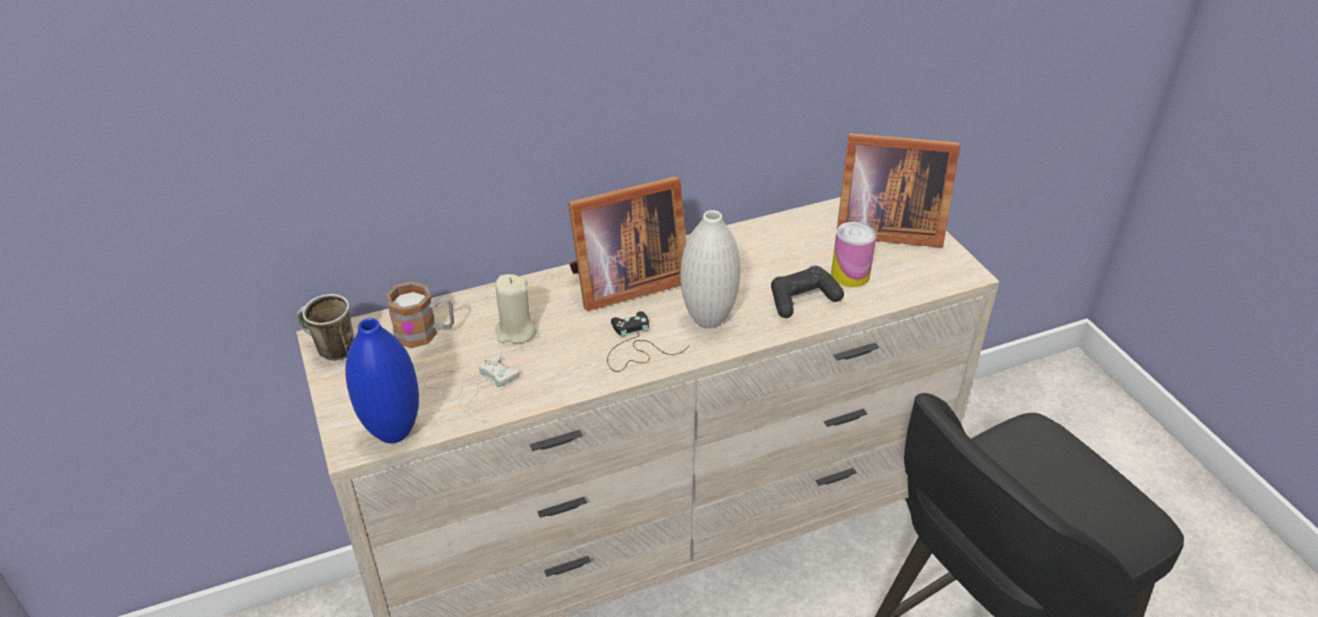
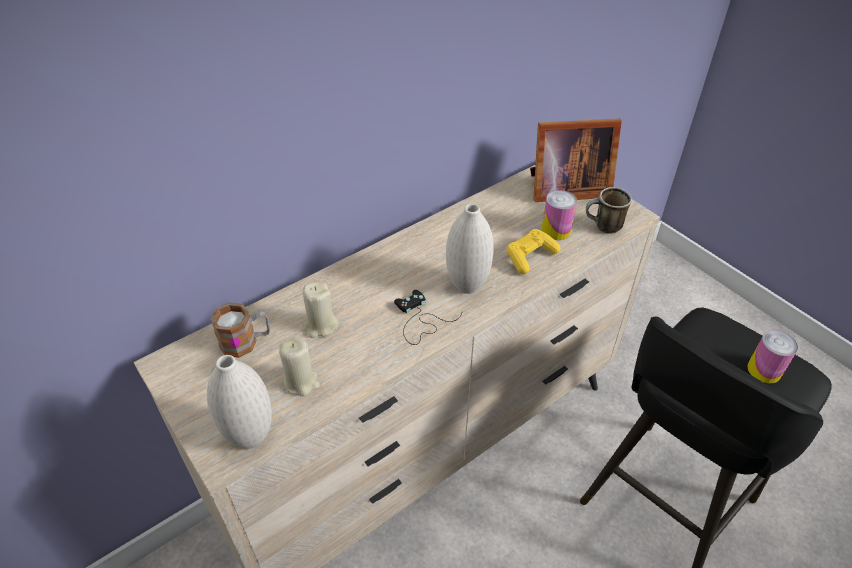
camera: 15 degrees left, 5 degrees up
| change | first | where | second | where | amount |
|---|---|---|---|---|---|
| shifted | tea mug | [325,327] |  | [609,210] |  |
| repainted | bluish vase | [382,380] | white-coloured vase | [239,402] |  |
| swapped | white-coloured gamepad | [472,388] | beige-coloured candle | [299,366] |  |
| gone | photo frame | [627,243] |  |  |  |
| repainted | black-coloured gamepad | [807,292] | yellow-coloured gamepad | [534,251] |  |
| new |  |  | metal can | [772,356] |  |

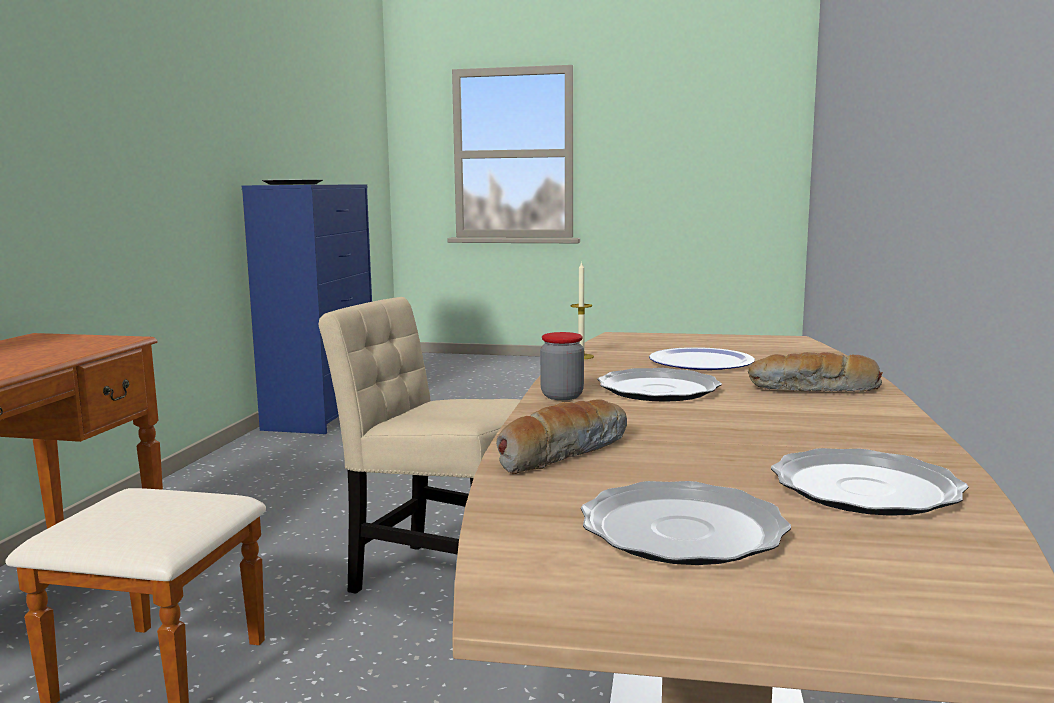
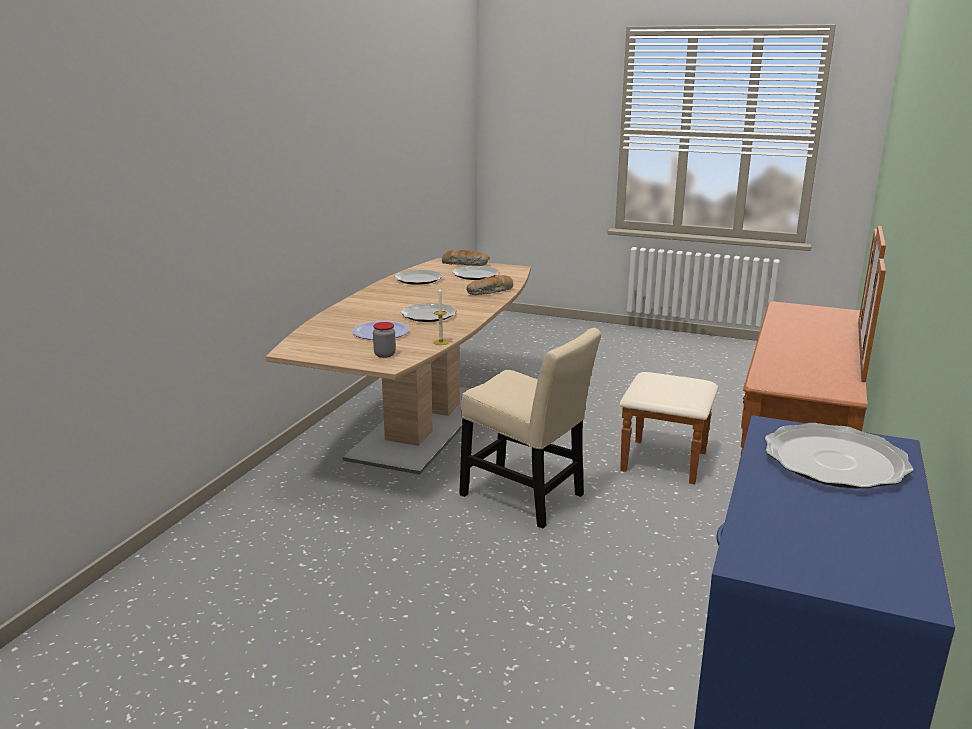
camera: 170 degrees left, 10 degrees up
| change | first | where | second | where | amount |
|---|---|---|---|---|---|
| shifted | jar | [562,366] |  | [384,340] |  |
| shifted | bread | [815,371] |  | [466,258] |  |

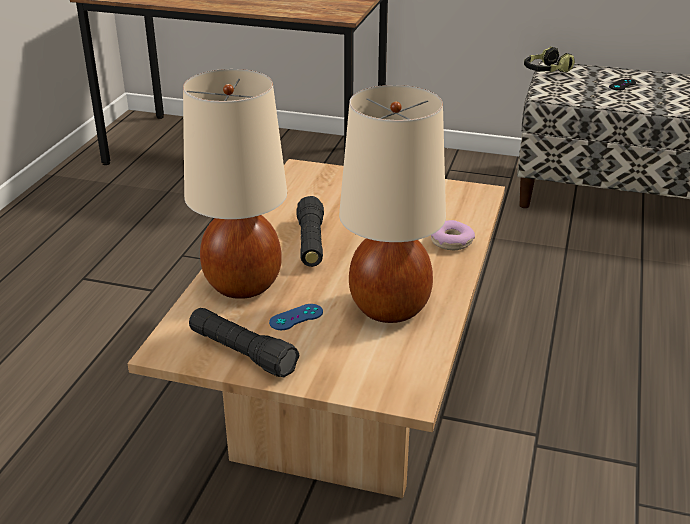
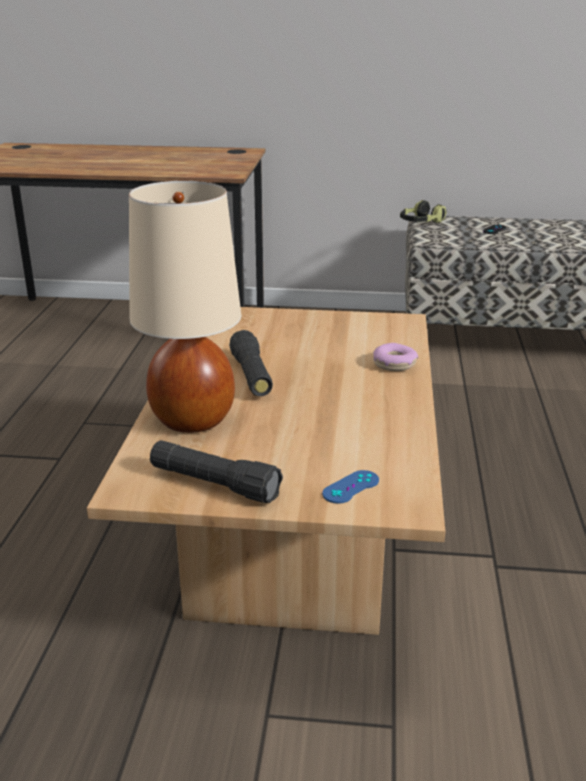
camera: 10 degrees left, 5 degrees down
| change | first | where | second | where | amount |
|---|---|---|---|---|---|
| shifted | bluish gamepad | [296,317] |  | [350,487] |  |
| gone | beige-coloured tabletop lamp | [392,204] |  |  |  |

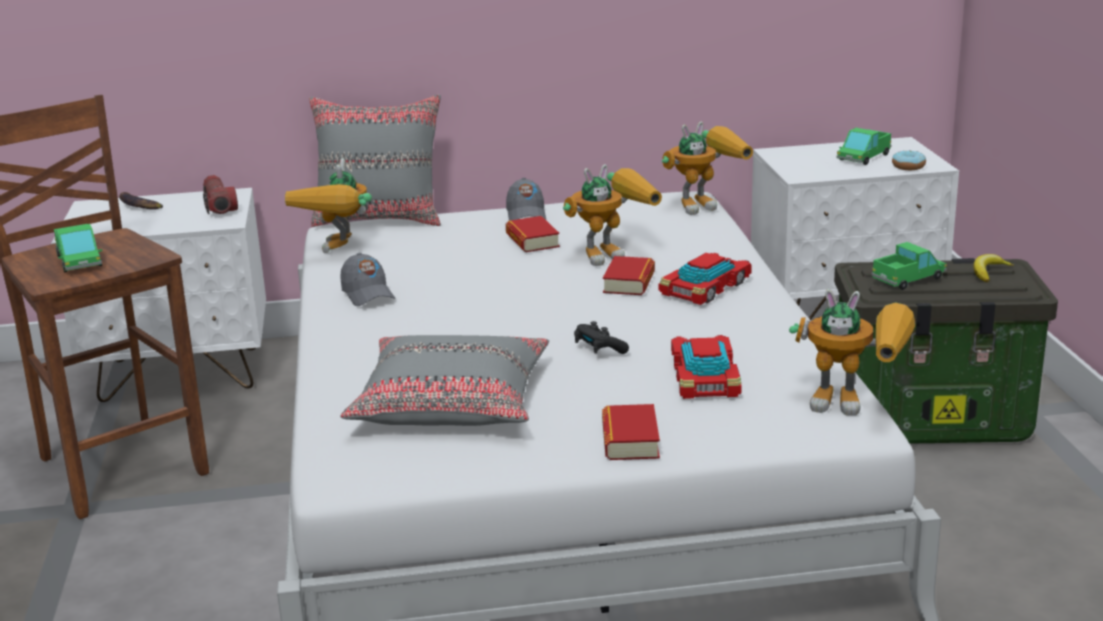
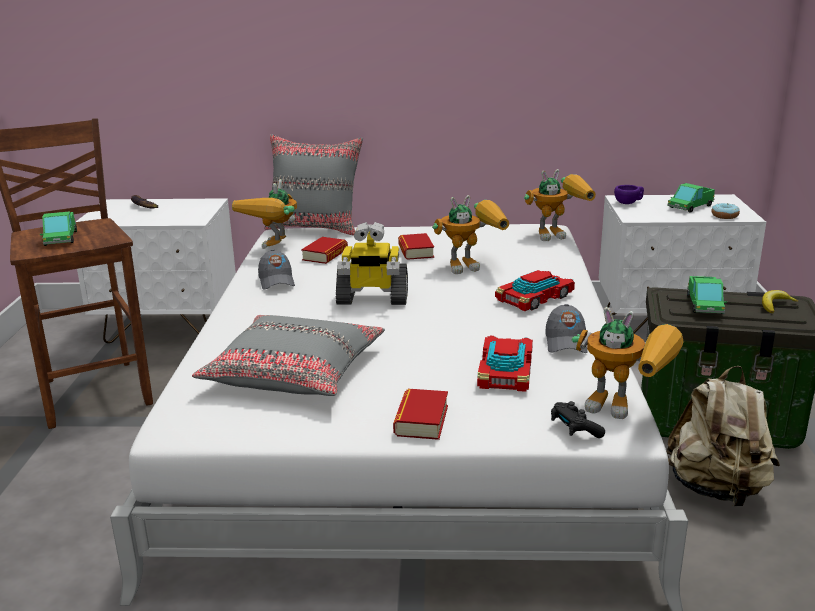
camera: 10 degrees right, 0 degrees up
| change | first | where | second | where | amount |
|---|---|---|---|---|---|
| gone | torch | [220,194] |  |  |  |
| shifted | gray peaked cap | [526,199] |  | [566,328] |  |
| shifted | black-coloured gamepad | [601,337] |  | [578,419] |  |
| shifted | bound book | [629,275] |  | [324,250] |  |
| rotated | toy truck | [909,266] |  | [707,295] | 120 degrees clockwise |
| new |  |  | toy robot | [372,263] |  |
| new |  |  | purple-coloured small cup | [629,194] |  |
| new |  |  | beige-coloured rucksack | [723,436] |  |

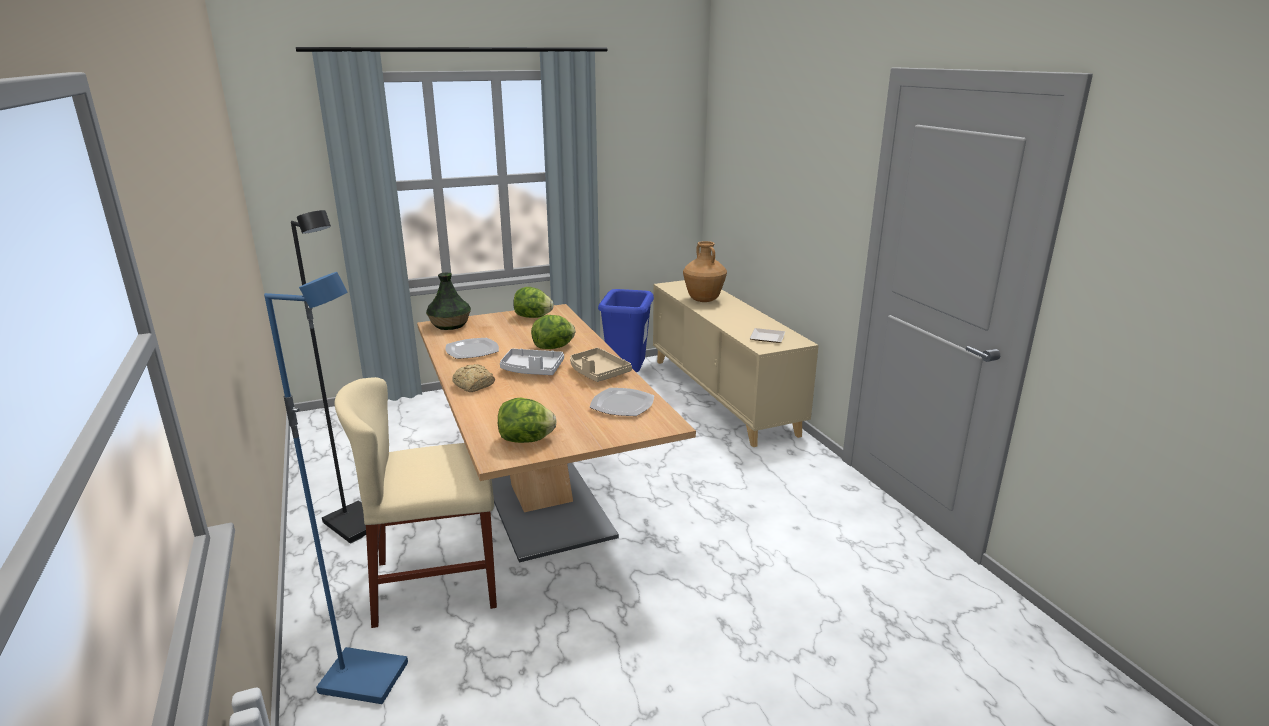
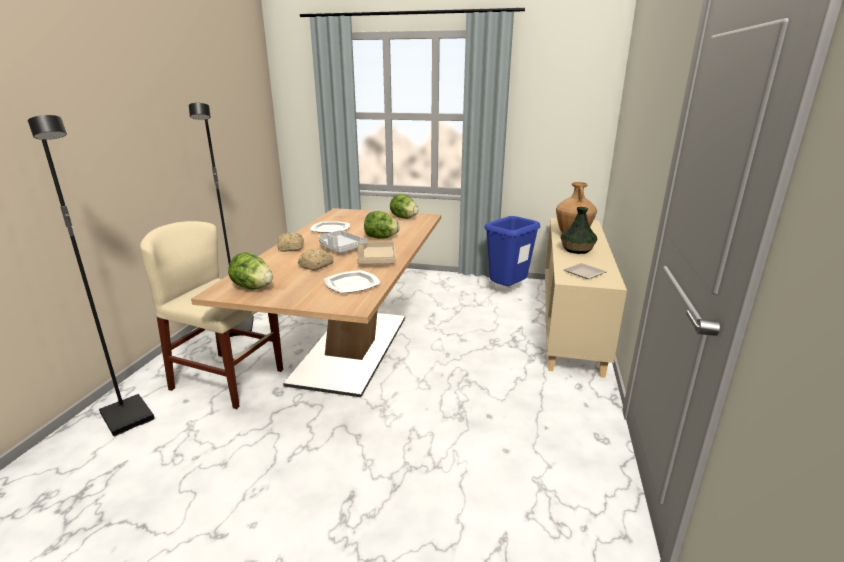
camera: 35 degrees right, 0 degrees up
| change | first | where | second | where | amount |
|---|---|---|---|---|---|
| repainted | bluish floor lamp | [336,488] | black-coloured floor lamp | [91,275] |  |
| shifted | vase | [448,301] |  | [579,230] |  |
| new |  |  | bread | [316,260] |  |

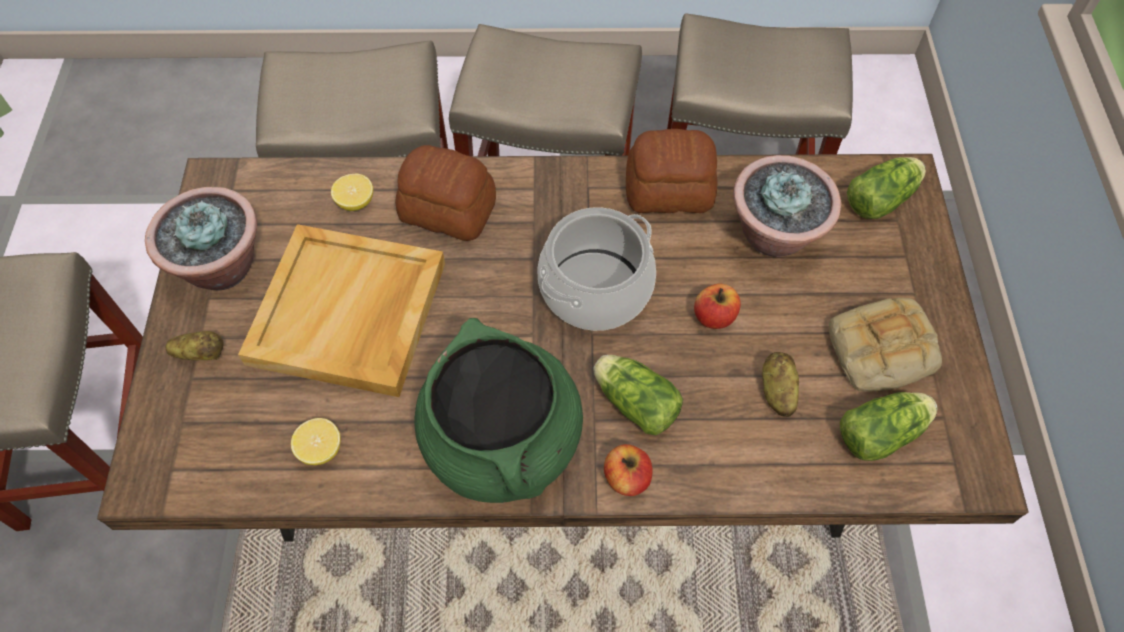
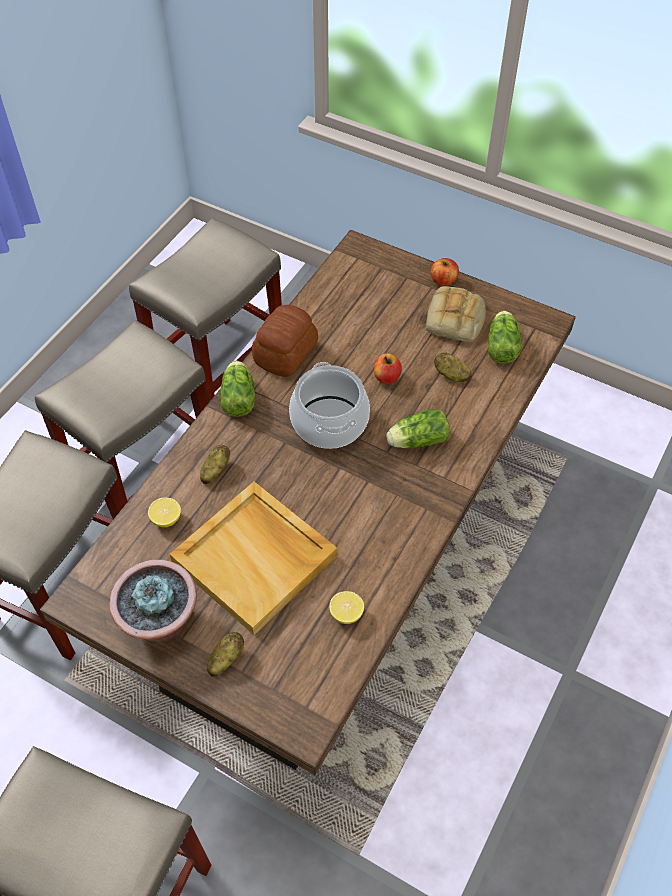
camera: 60 degrees left, 5 degrees down
| change | first | where | second | where | amount |
|---|---|---|---|---|---|
| swapped | bread | [445,193] | whole potato | [215,464] |  |
| gone | green stockpot | [499,410] |  |  |  |
| shifted | apple | [628,470] |  | [445,272] |  |
| gone | houseplant | [787,206] |  |  |  |
| shifted | lettuce head | [886,188] |  | [238,389] |  |

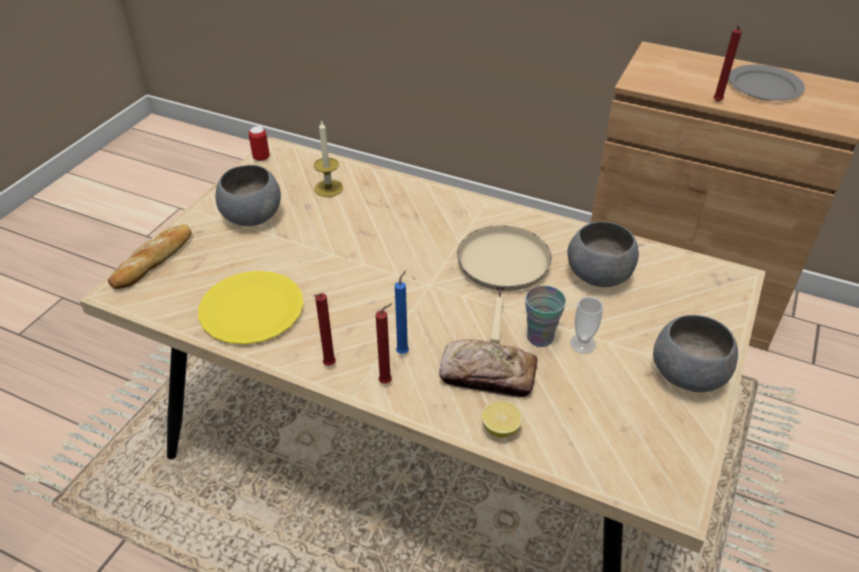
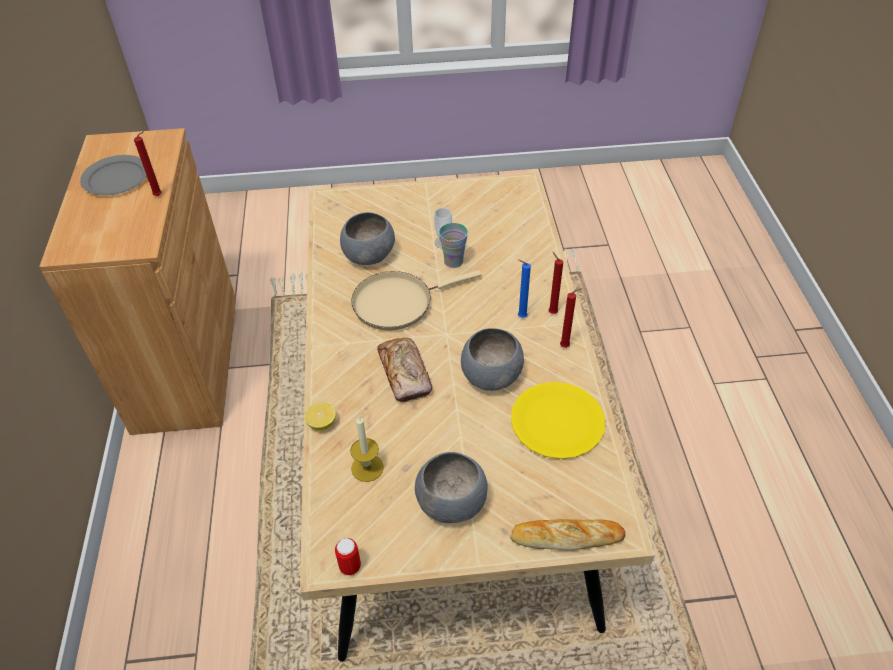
camera: 120 degrees left, 5 degrees up
| change | first | where | second | where | amount |
|---|---|---|---|---|---|
| shifted | bread | [488,368] |  | [404,370] |  |
| shifted | whole lemon | [502,419] |  | [320,416] |  |
| shifted | gray deep dish | [695,353] |  | [492,359] |  |

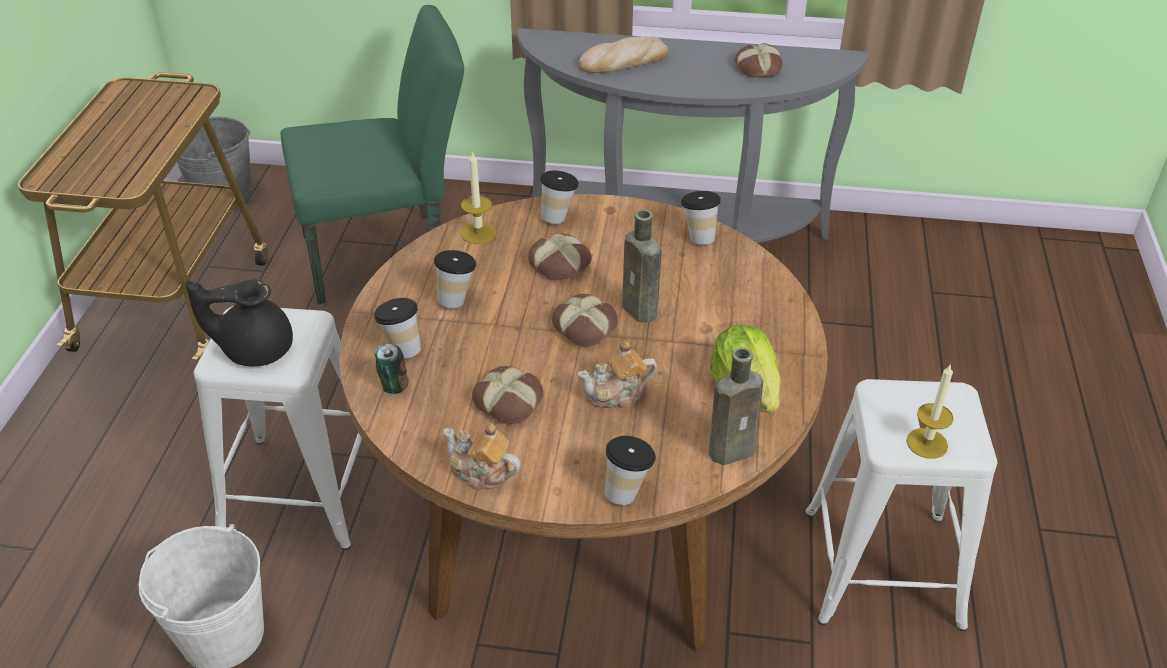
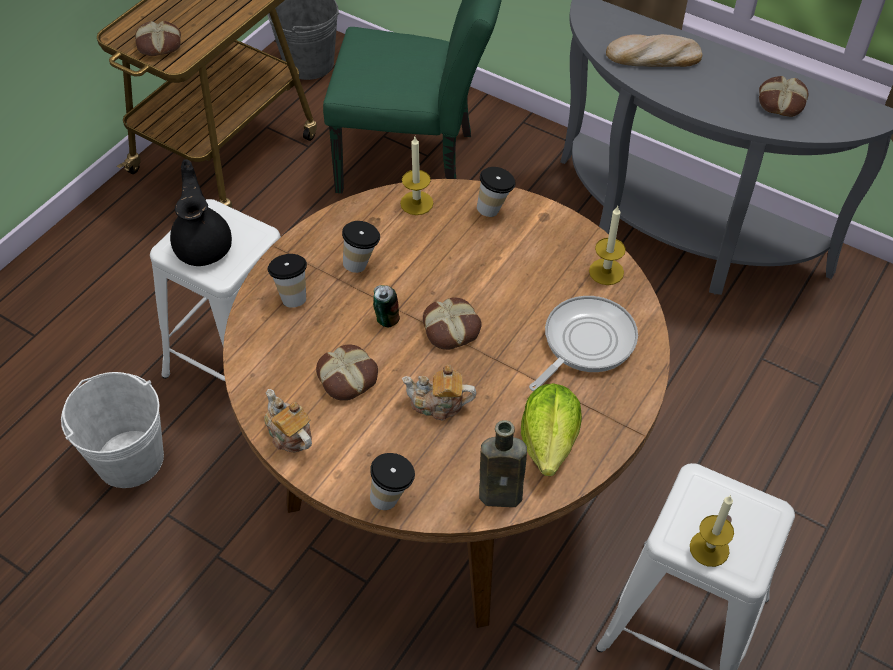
camera: 25 degrees right, 10 degrees up
| change | first | where | second | where | amount |
|---|---|---|---|---|---|
| rotated | black-coloured tea pot | [239,322] |  | [201,212] | 60 degrees clockwise |
| shifted | metal can | [391,368] |  | [386,306] |  |
| shifted | bread | [560,256] |  | [158,38] |  |
| gone | brownish bottle | [642,266] |  |  |  |
| swapped | small cup | [701,218] | candle | [607,245] |  |
| new |  |  | skillet | [583,343] |  |

